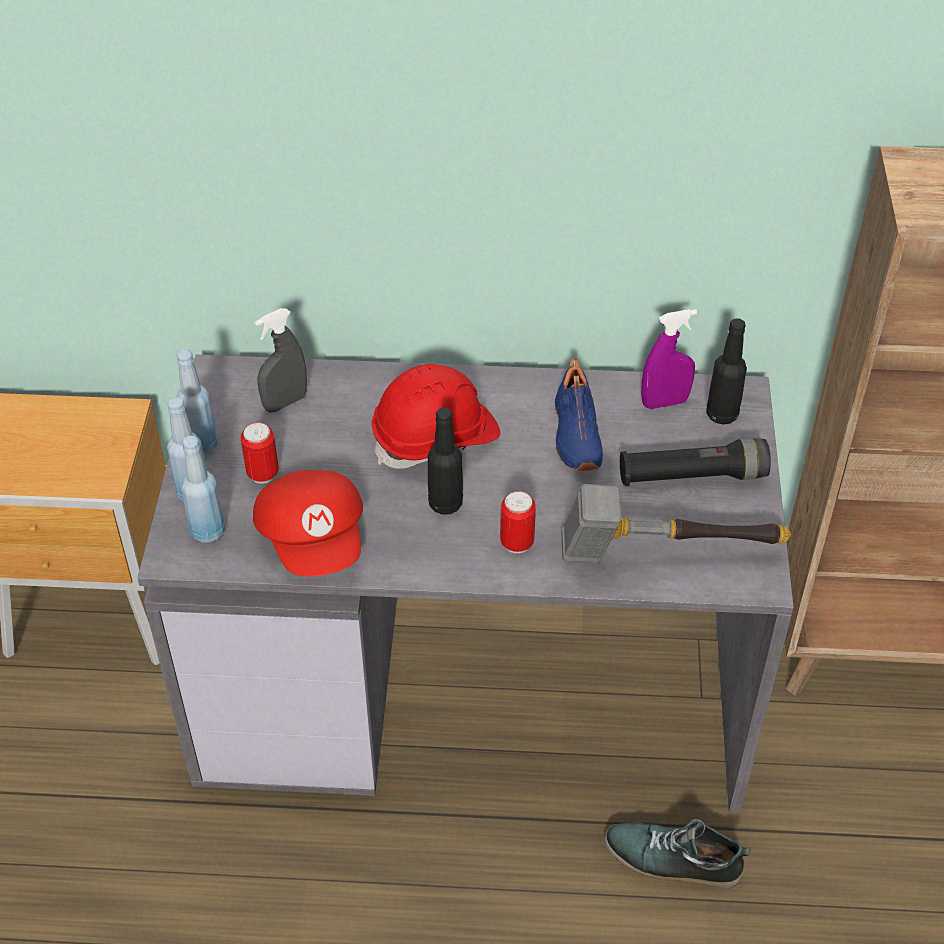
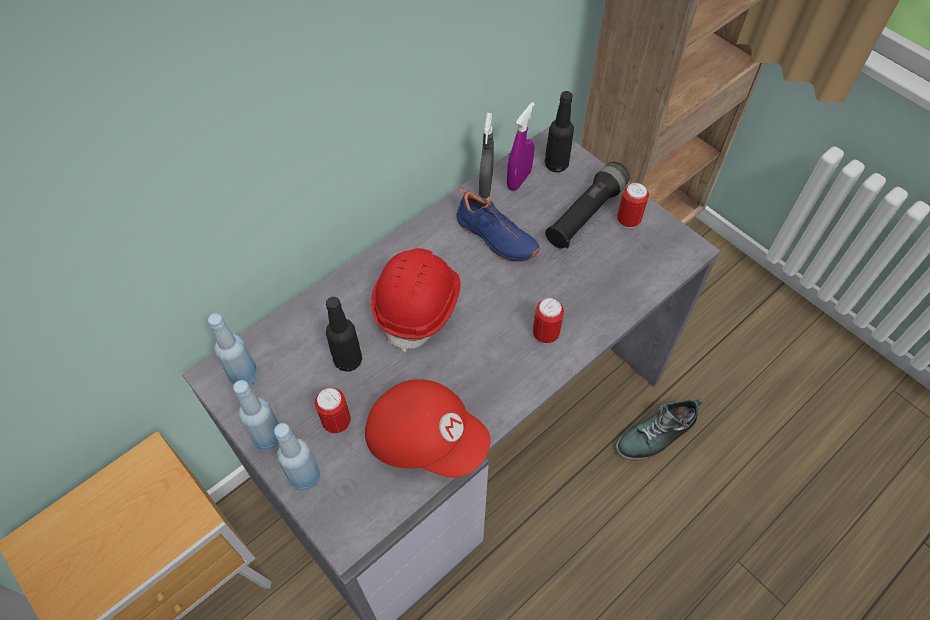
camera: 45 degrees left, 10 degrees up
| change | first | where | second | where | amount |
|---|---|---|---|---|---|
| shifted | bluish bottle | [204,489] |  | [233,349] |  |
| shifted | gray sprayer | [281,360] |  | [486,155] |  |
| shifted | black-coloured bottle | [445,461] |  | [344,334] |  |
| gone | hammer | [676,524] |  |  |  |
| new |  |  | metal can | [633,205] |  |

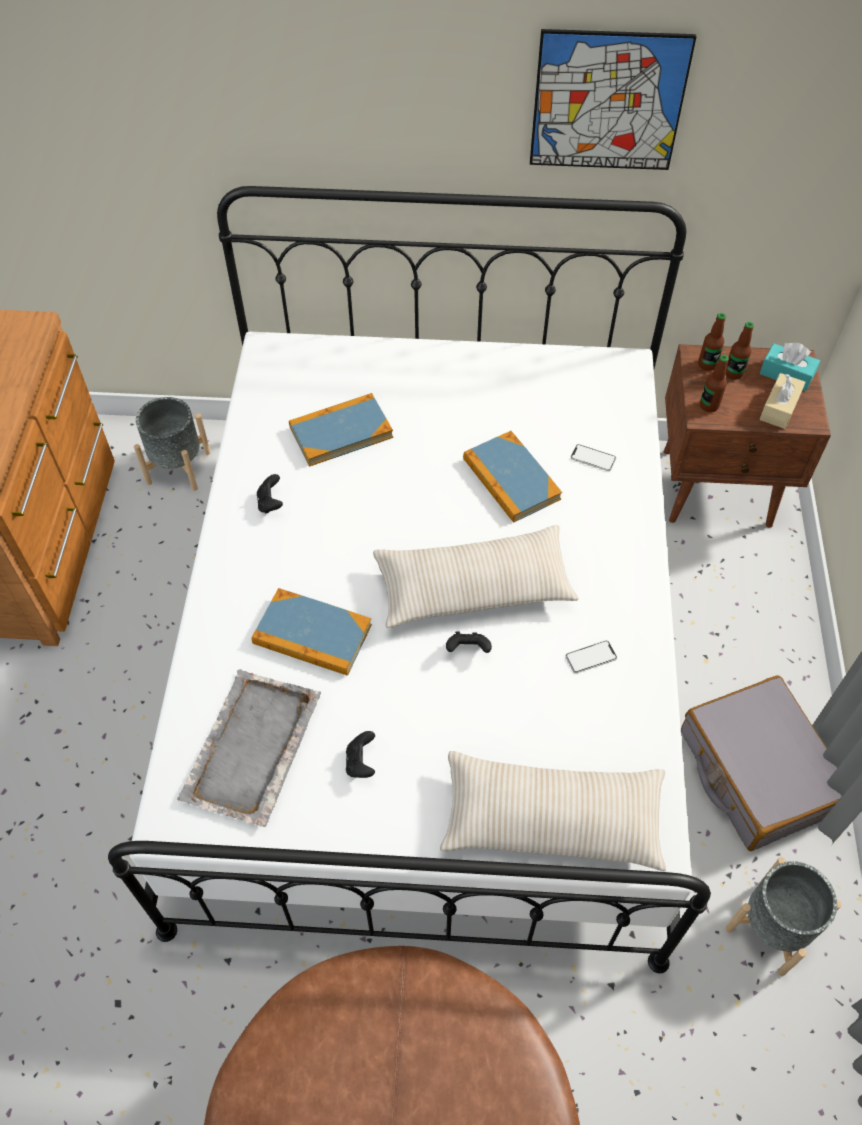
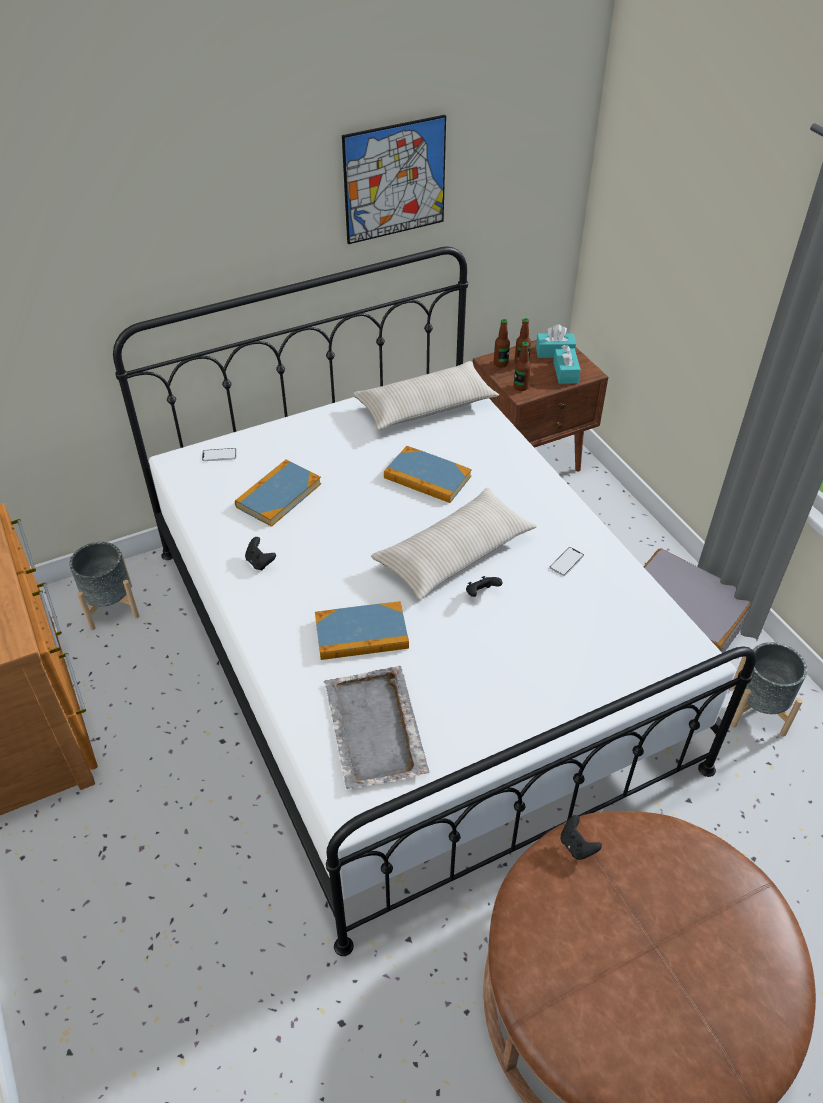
camera: 30 degrees left, 10 degrees down
| change | first | where | second | where | amount |
|---|---|---|---|---|---|
| shifted | black-coloured gamepad | [360,754] |  | [581,837] |  |
| shifted | beige-coloured cushion | [553,811] |  | [426,395] |  |
| shifted | telephone | [593,457] |  | [219,454] |  |
| repainted | beige-coloured tissue holder | [783,401] | turquoise-coloured tissue holder | [567,364] |  |

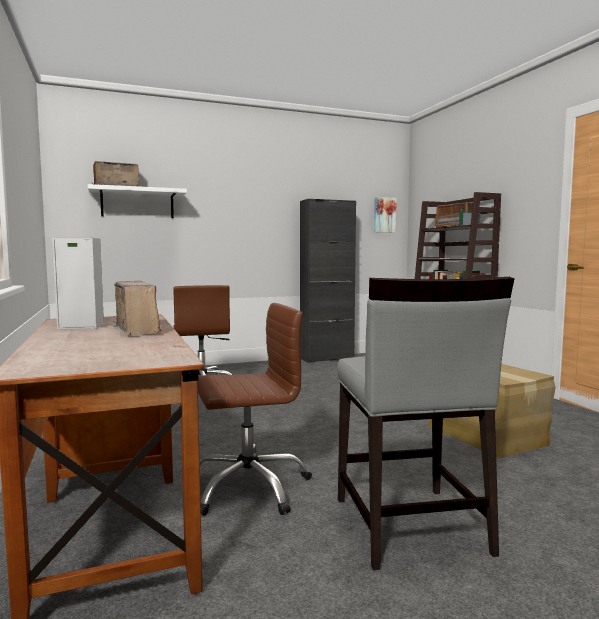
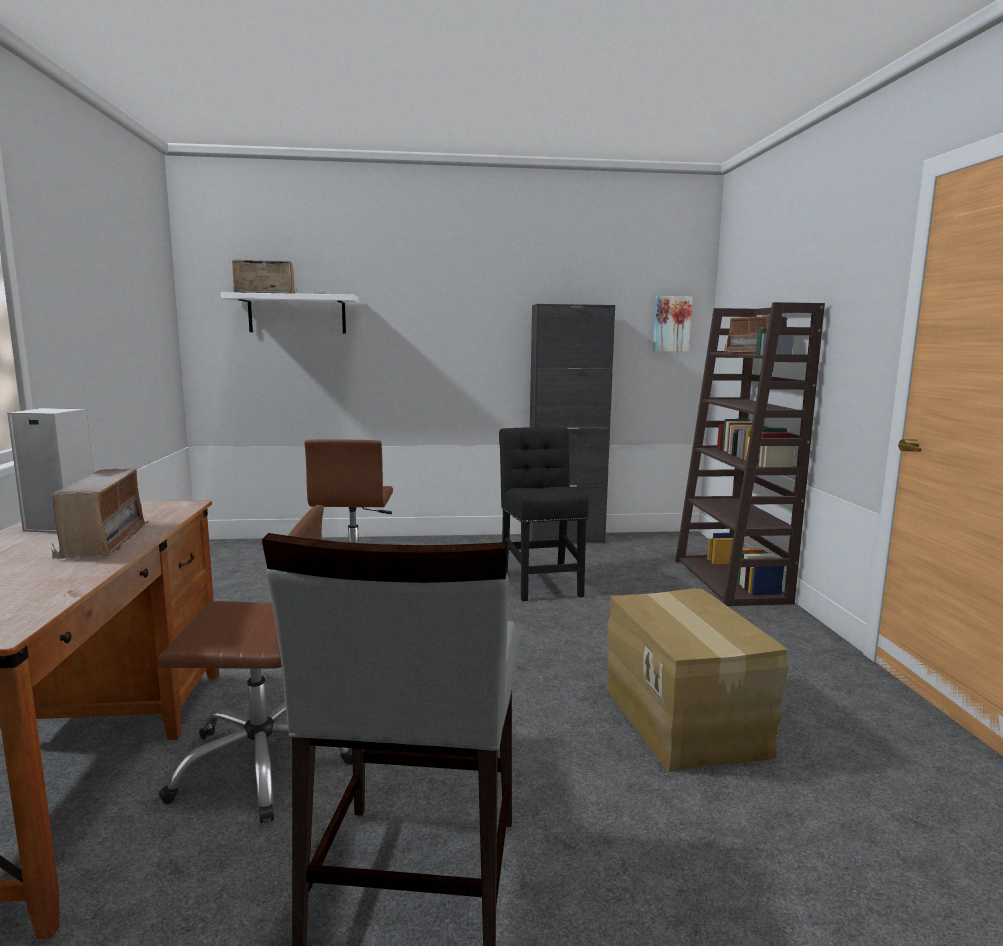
camera: 15 degrees right, 5 degrees up
| change | first | where | second | where | amount |
|---|---|---|---|---|---|
| new |  |  | black-coloured chair | [544,514] |  |

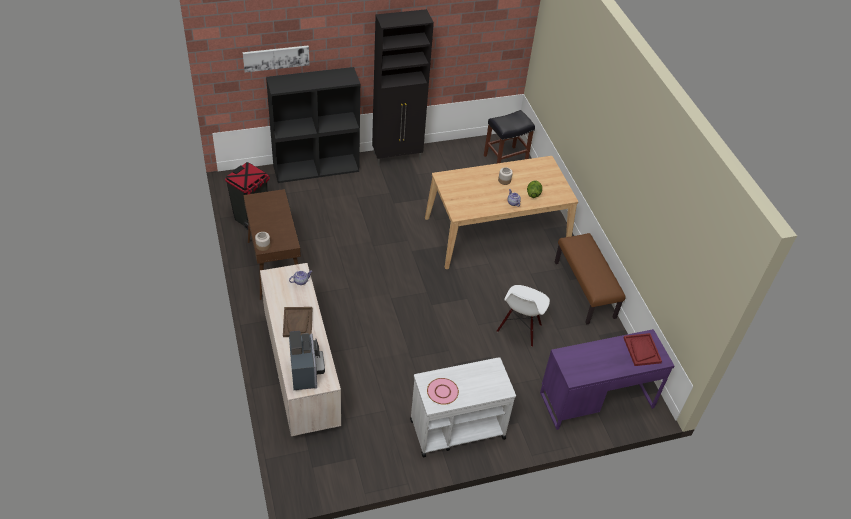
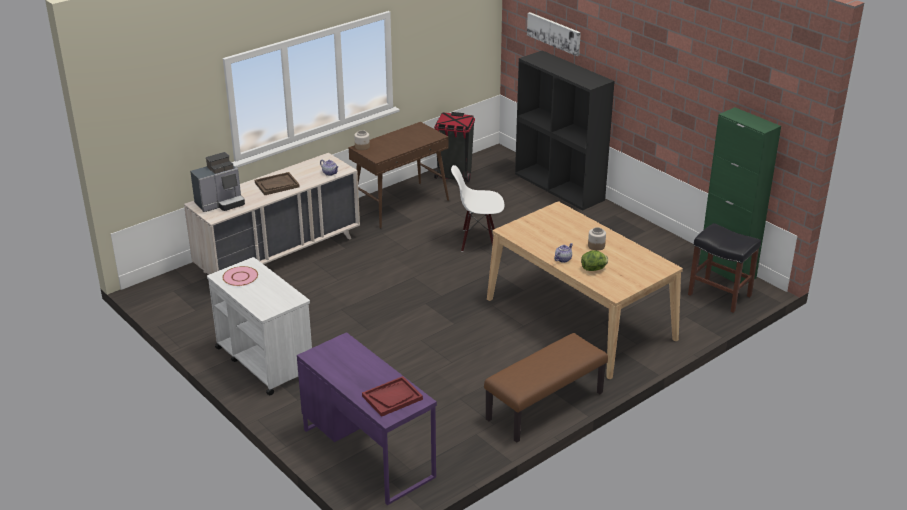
camera: 70 degrees right, 15 degrees down
| change | first | where | second | where | amount |
|---|---|---|---|---|---|
| gone | black-coloured cupboard | [403,87] |  |  |  |
| shifted | white-coloured chair | [523,316] |  | [477,208] |  |
| new |  |  | green cupboard | [740,195] |  |

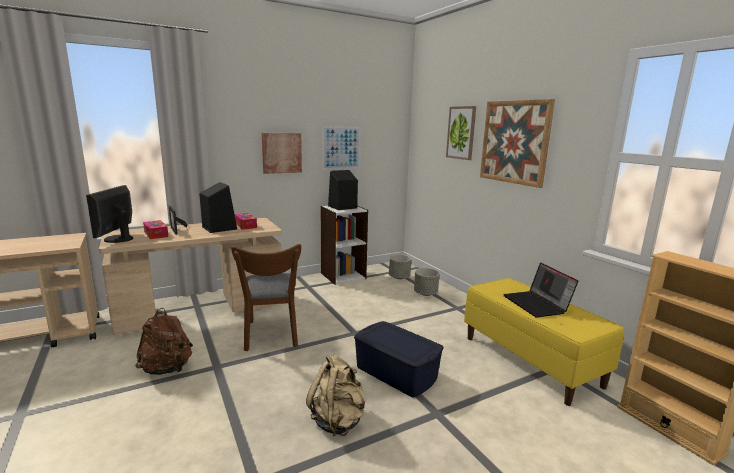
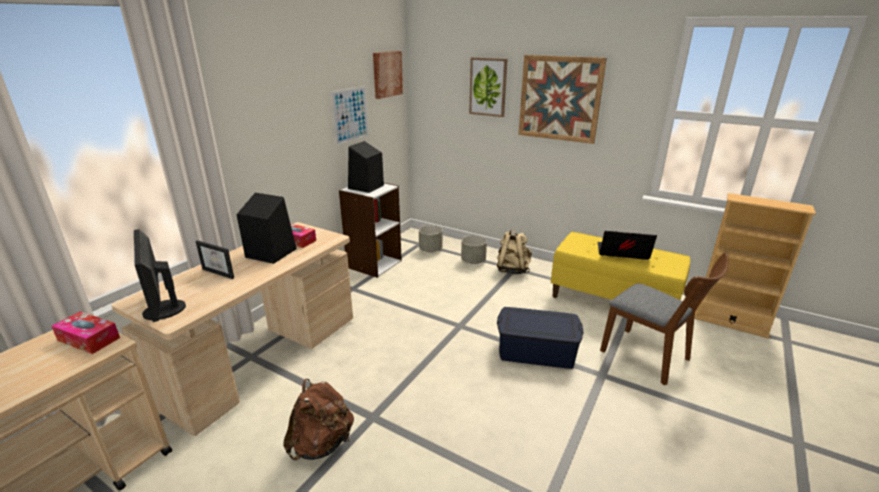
camera: 30 degrees left, 10 degrees up
| change | first | where | second | where | amount |
|---|---|---|---|---|---|
| shifted | tissue holder | [155,229] |  | [85,332] |  |
| shifted | brownish chair | [266,297] |  | [664,319] |  |
| shifted | wall picture | [282,153] |  | [388,75] |  |
| shifted | beige-coloured rucksack | [336,395] |  | [514,252] |  |
| rotated | notebook computer | [540,289] |  | [627,245] | 150 degrees clockwise |

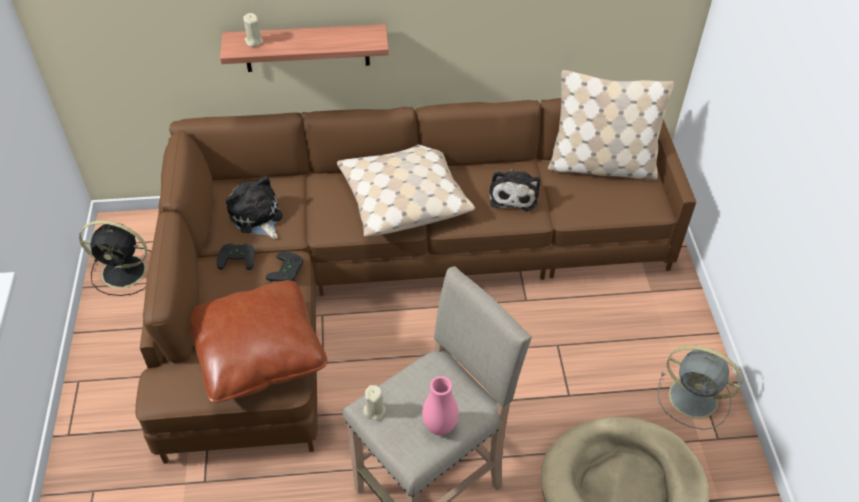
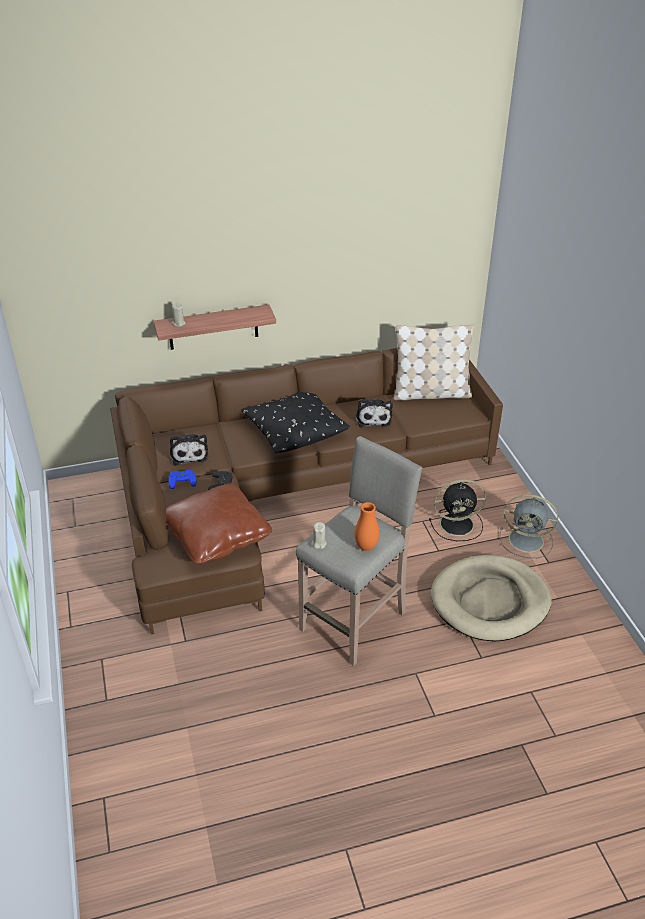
camera: 10 degrees left, 10 degrees down
| change | first | where | second | where | amount |
|---|---|---|---|---|---|
| shifted | black-coloured cooling fan | [115,258] |  | [457,510] |  |
| repainted | black-coloured gamepad | [235,256] | bluish gamepad | [182,479] |  |
| rotated | cuddly toy | [254,207] |  | [189,450] | 150 degrees counterclockwise |
| repainted | beige-coloured cushion | [406,190] | black-coloured cushion | [295,422] |  |
| repainted | pink-coloured vase | [440,405] | orangey vase | [367,526] |  |

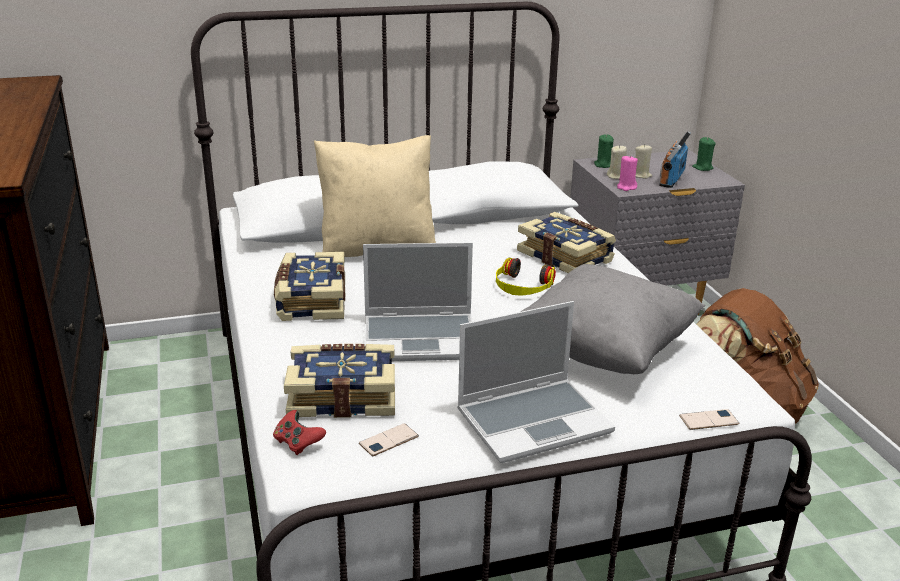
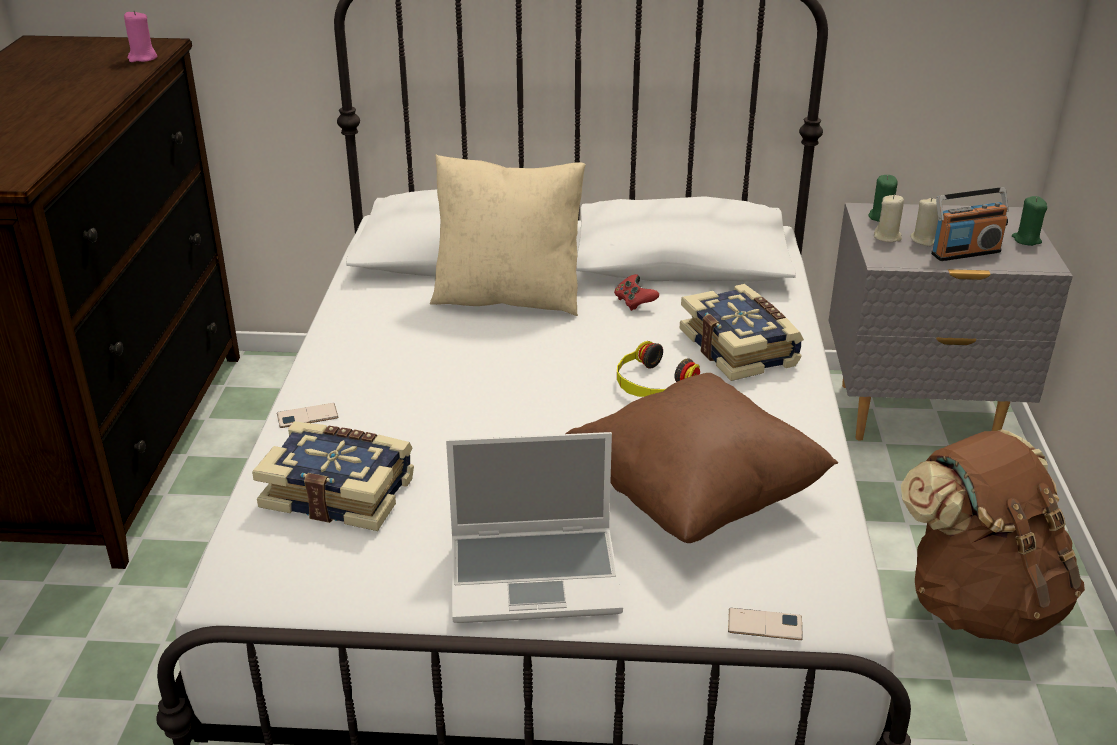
camera: 20 degrees right, 5 degrees up
| change | first | where | second | where | amount |
|---|---|---|---|---|---|
| shifted | reddish gamepad | [299,432] |  | [636,292] |  |
| gone | bound book | [309,286] |  |  |  |
| shifted | telephone | [389,439] |  | [308,415] |  |
| gone | notebook computer | [418,301] |  |  |  |
| repainted | gray cushion | [613,319] | brownish cushion | [701,458] |  |
| shifted | pink-coloured candle | [627,173] |  | [140,36] |  |
| rotated | radio receiver | [675,159] |  | [970,224] | 150 degrees counterclockwise |

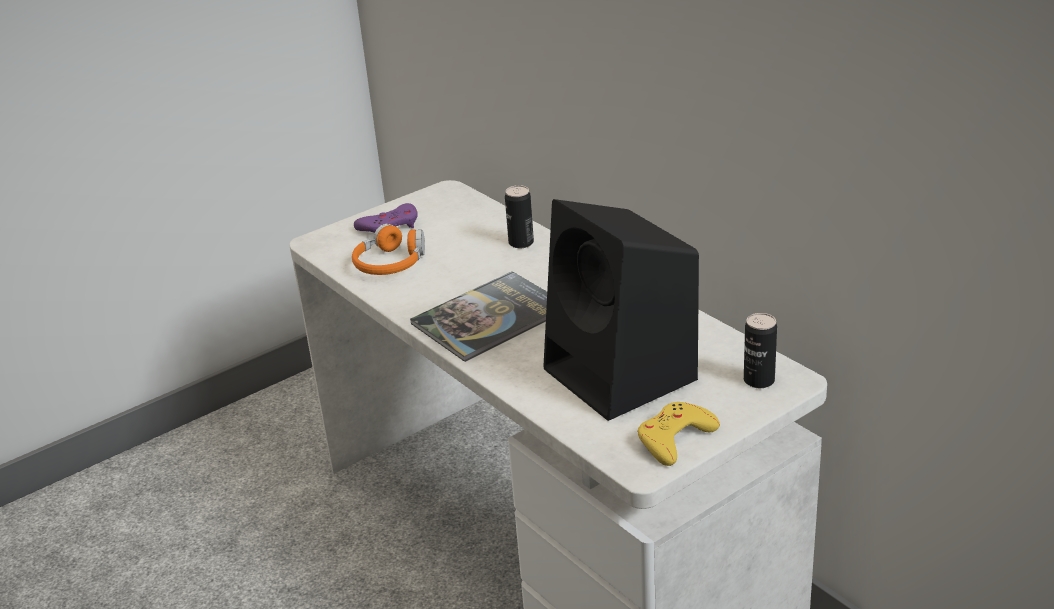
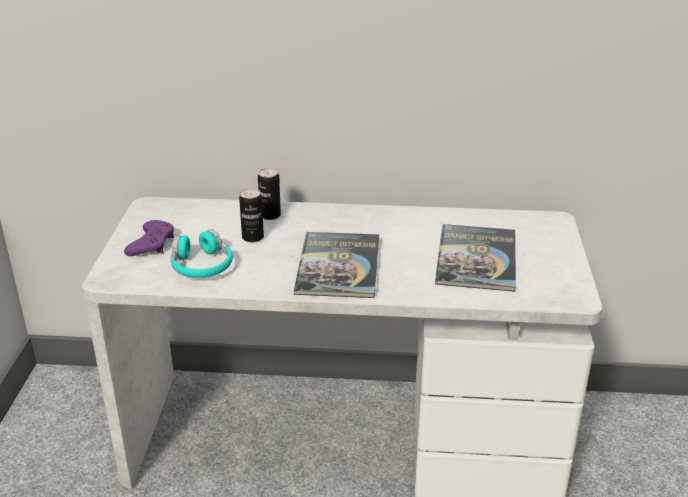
camera: 50 degrees left, 0 degrees up
| change | first | where | second | where | amount |
|---|---|---|---|---|---|
| repainted | orangey pair of headphones | [388,249] | turquoise-coloured pair of headphones | [202,253] |  |
| swapped | black-coloured loudspeaker | [621,310] | bound book | [475,258] |  |
| gone | yellow-coloured gamepad | [679,434] |  |  |  |
| shifted | metal can | [760,350] |  | [251,215] |  |

